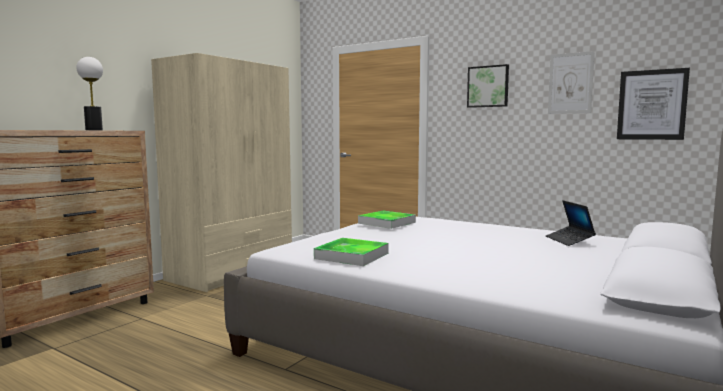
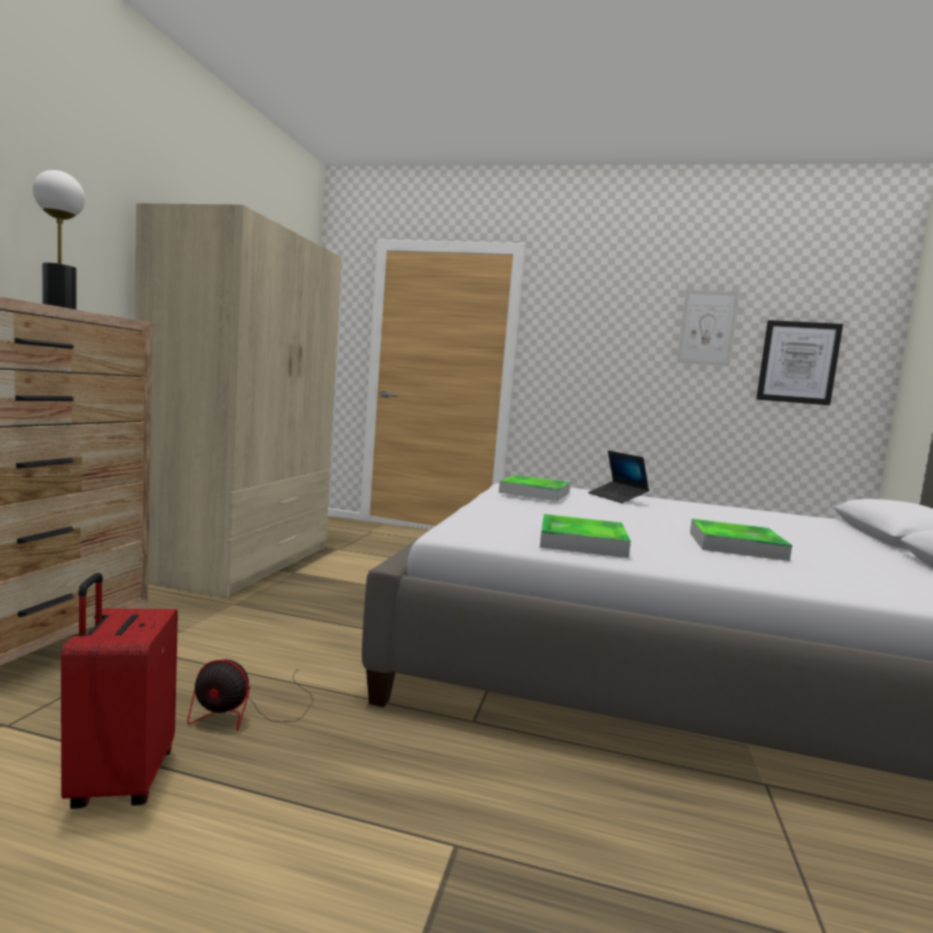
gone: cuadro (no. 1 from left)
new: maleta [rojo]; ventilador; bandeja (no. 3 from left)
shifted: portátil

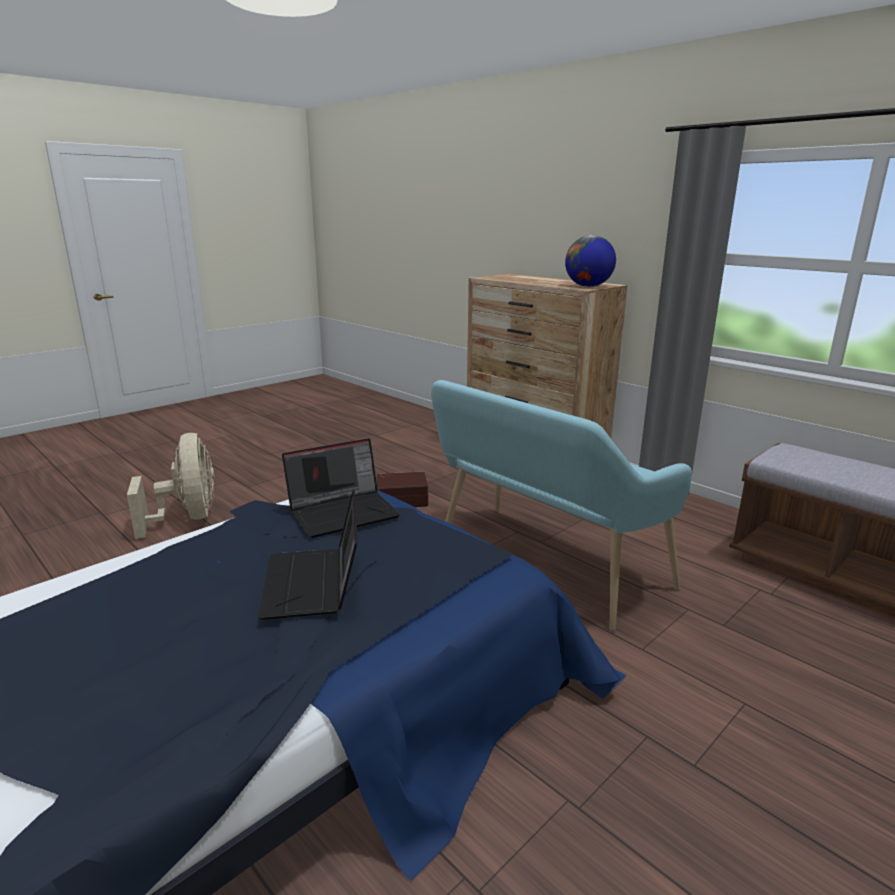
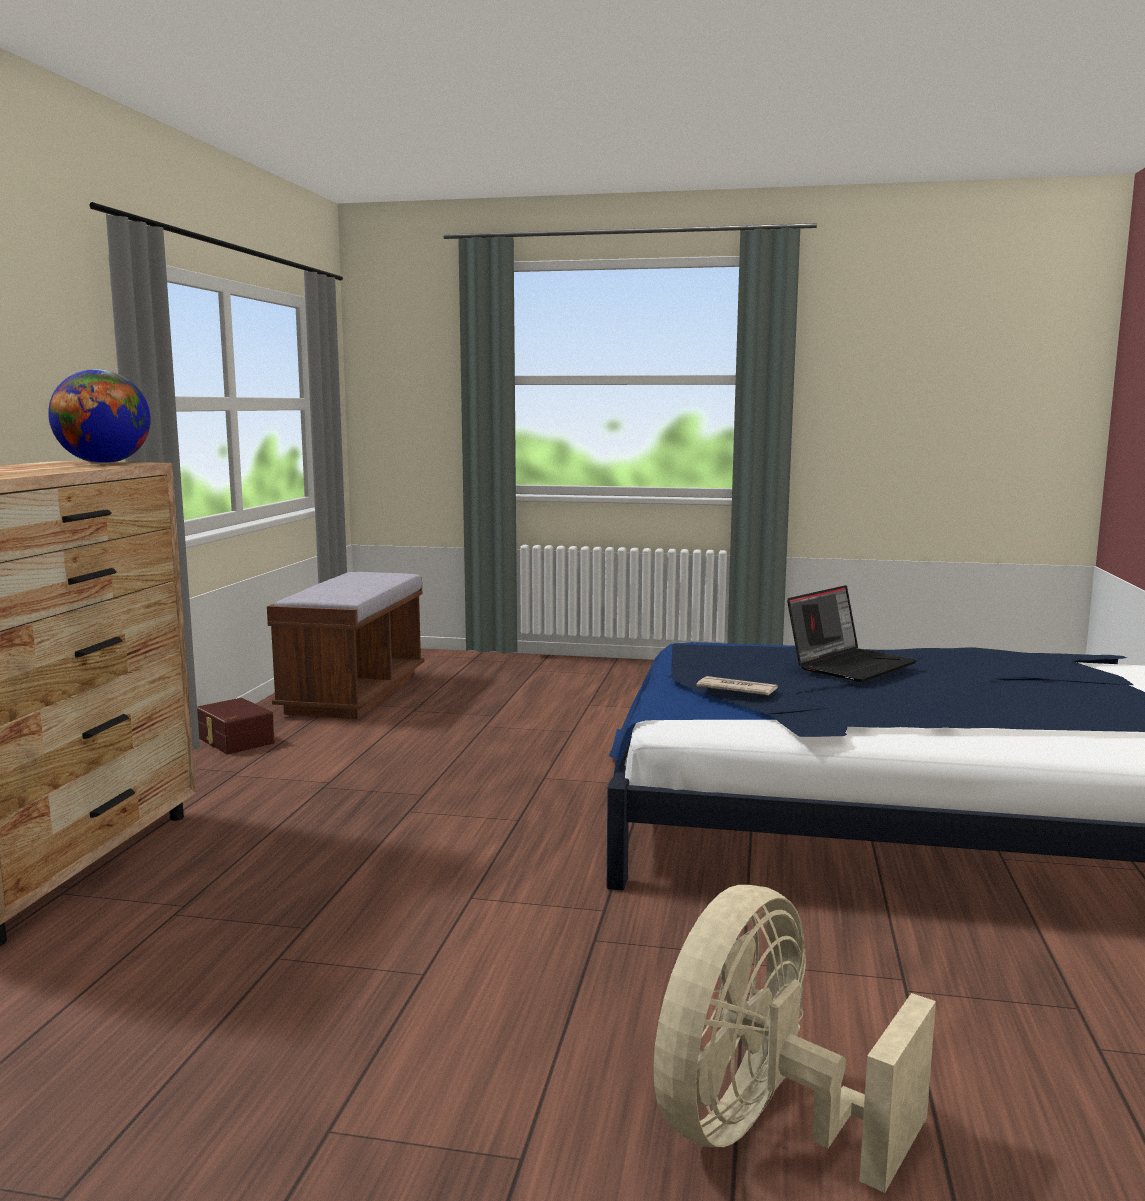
gone: banco [turquesa]
shifted: caja de almacenaje [marrón]
swapped: portátil (no. 2 from left) to periódico

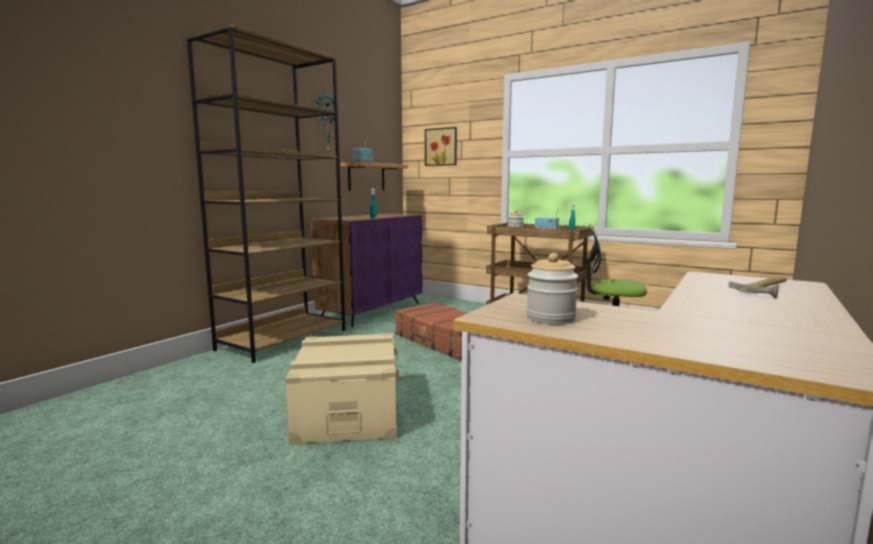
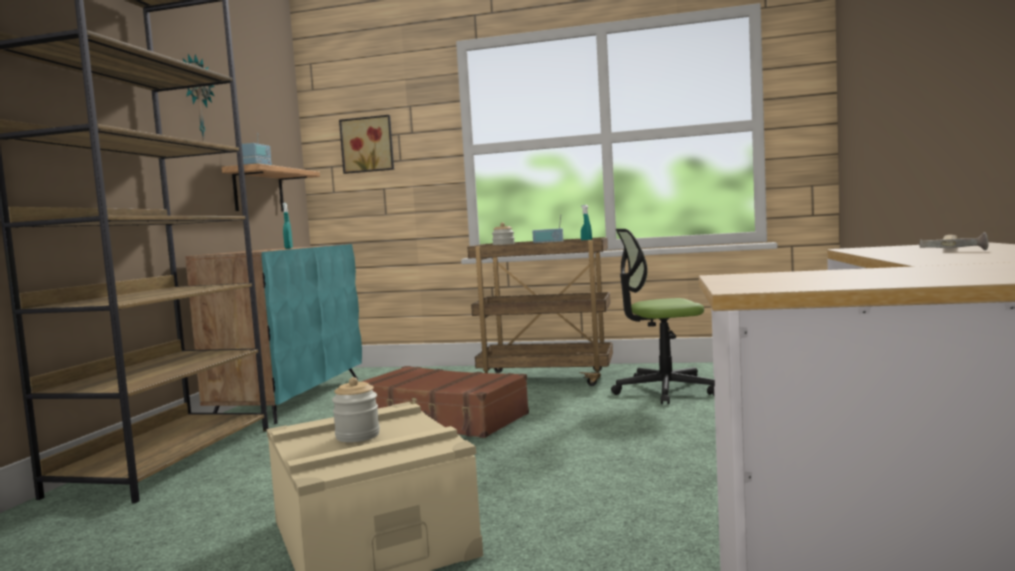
shifted: tarro (no. 2 from left in the first image) to tarro (no. 1 from left)
repainted: armario [morado] to armario [turquesa]

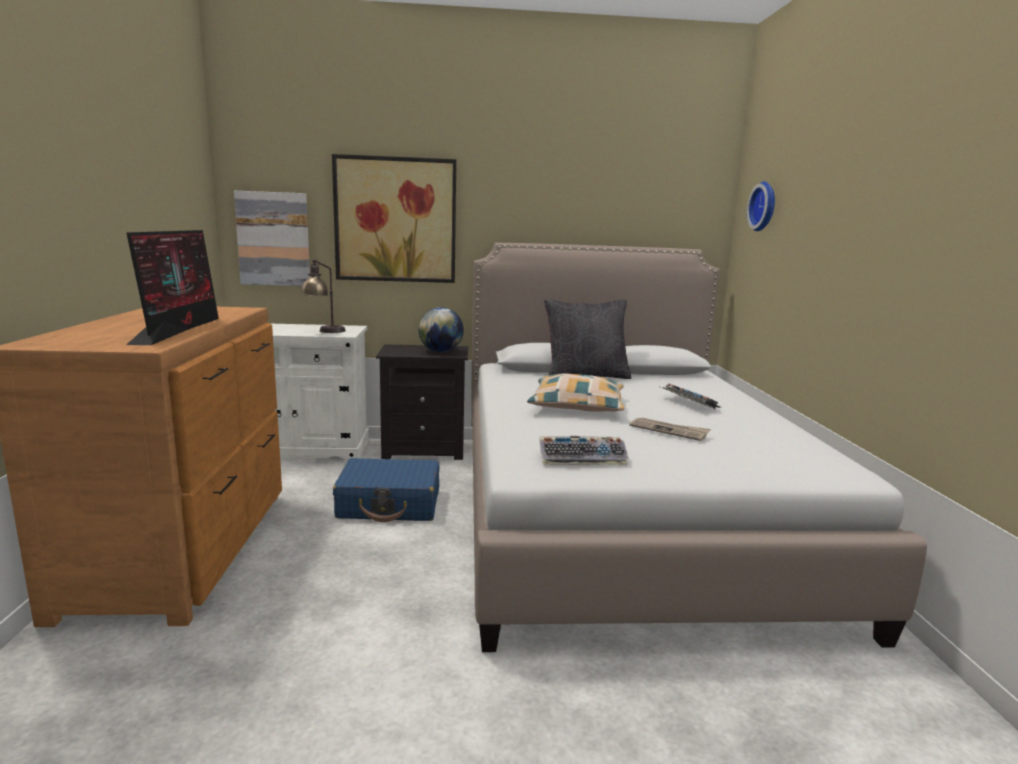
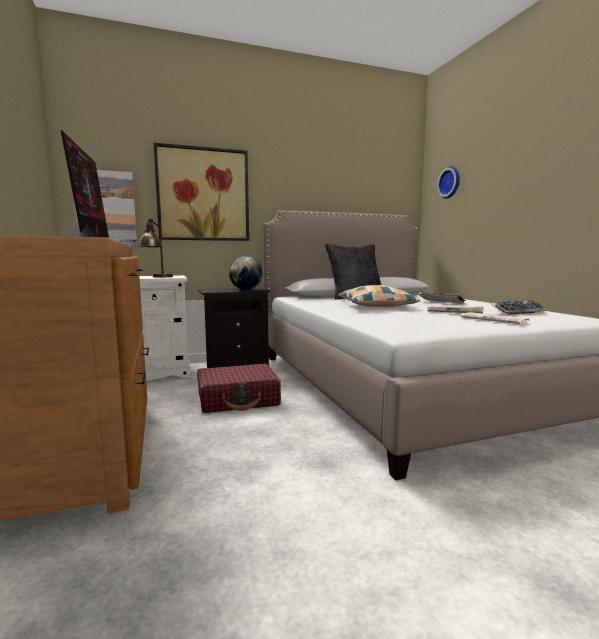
new: periódico (no. 2 from left)
shifted: teclado (no. 1 from left in the first image) to teclado (no. 2 from left)
repainted: maleta [azul] to maleta [rojo]

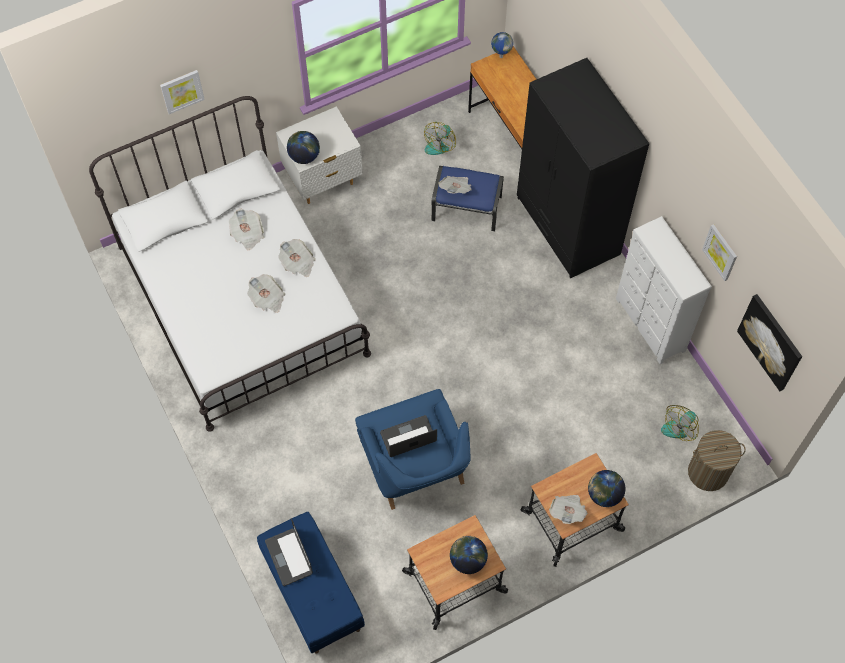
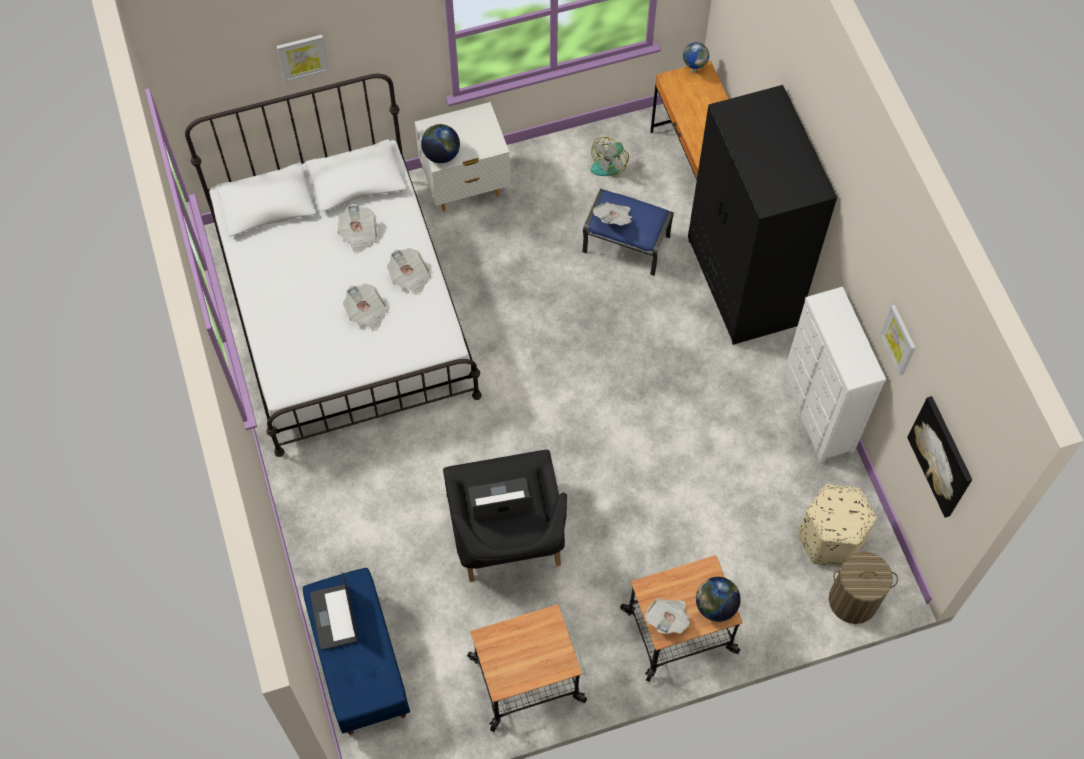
gone: globo terráqueo (no. 2 from left)
swapped: ventilador (no. 2 from left) to puf [beis]
repainted: sillón [azul] to sillón [negro]

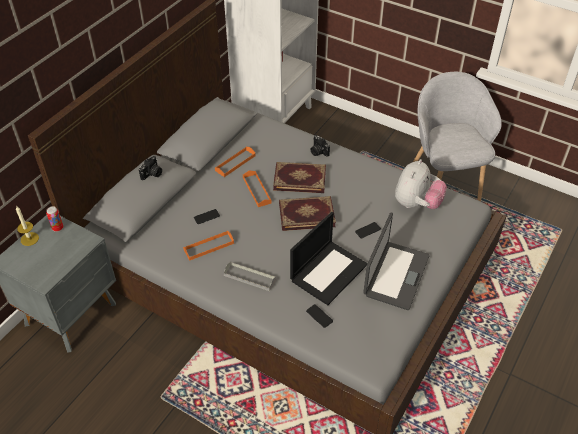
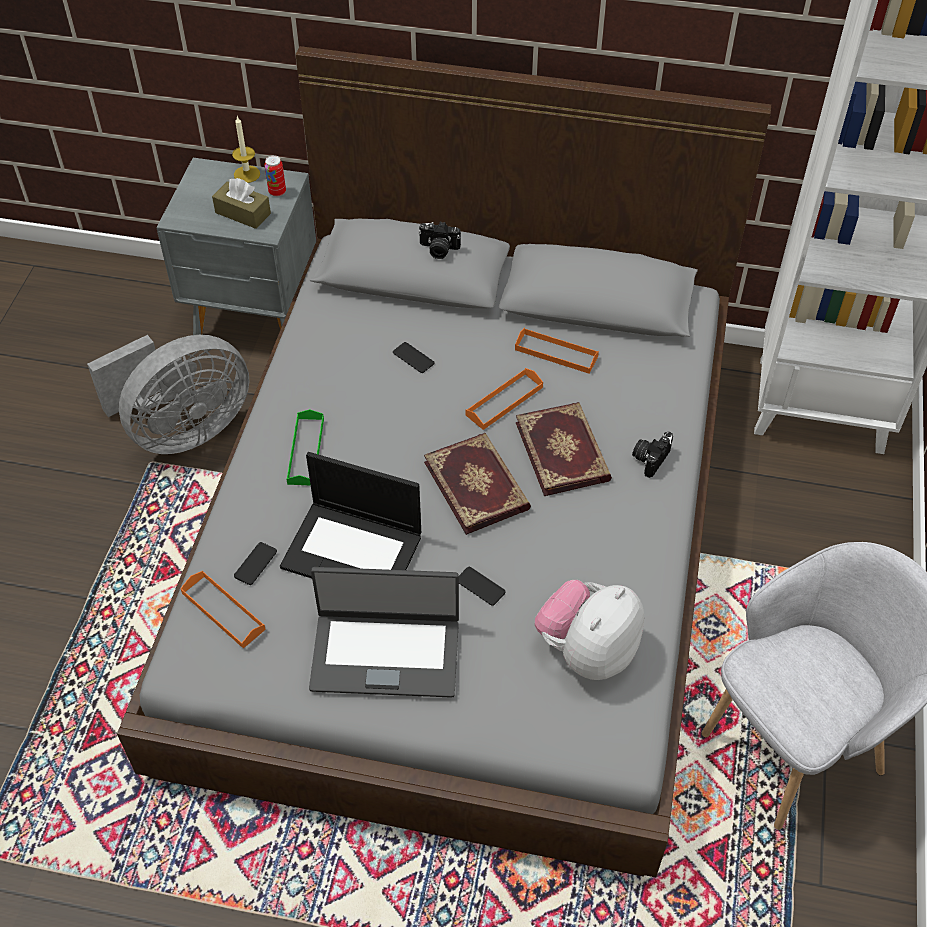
new: ventilador [gris]; caja de pañuelos [marrón]
shifted: bandeja [naranja] (no. 1 from left)
repainted: bandeja [gris] to bandeja [verde]
rotated: peluche 120 degrees clockwise

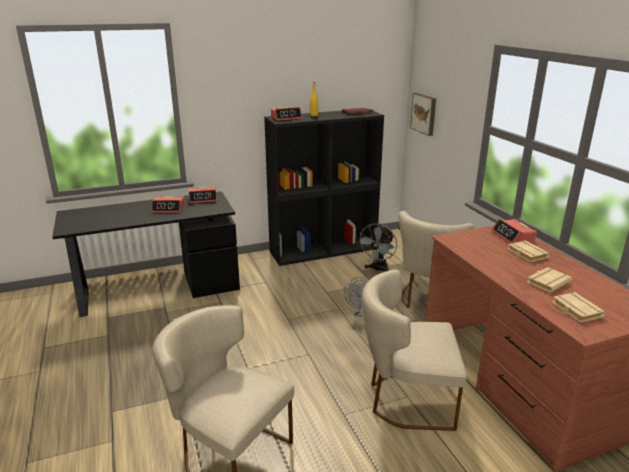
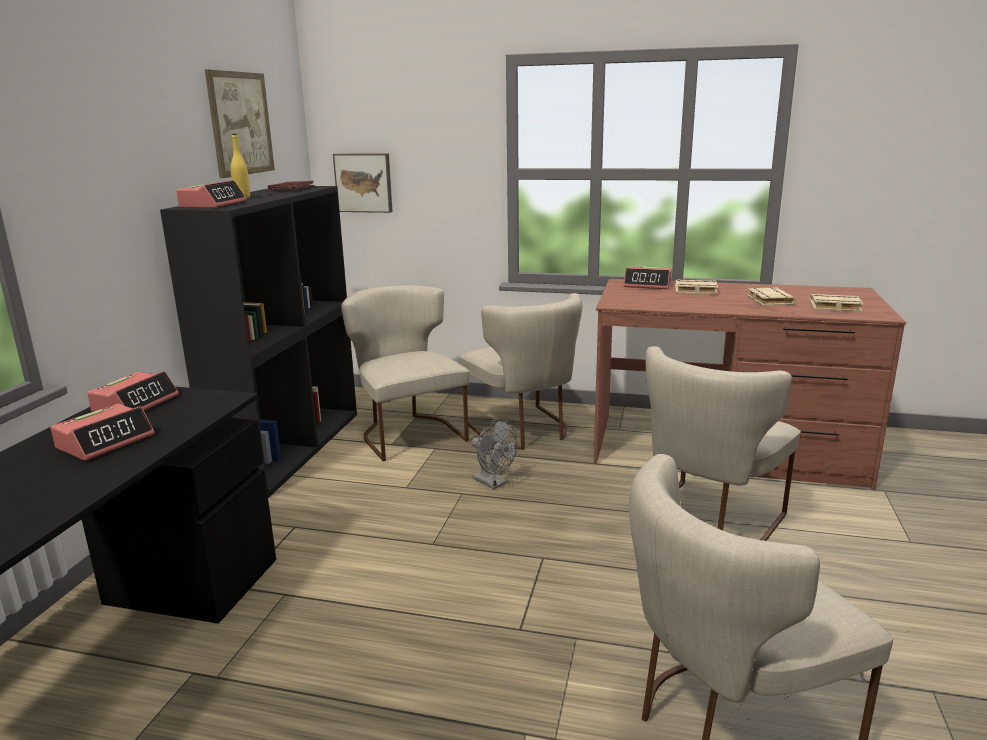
new: cuadro (no. 1 from left)
swapped: ventilador [gris] (no. 2 from left) to silla [beis] (no. 1 from left)

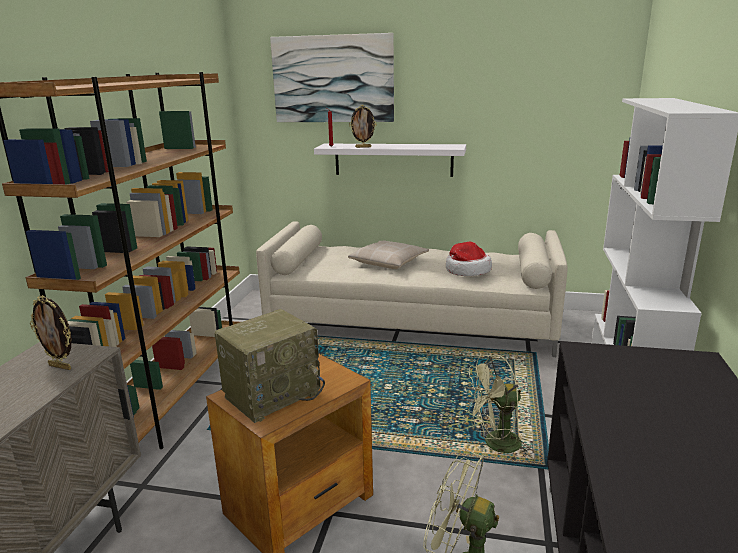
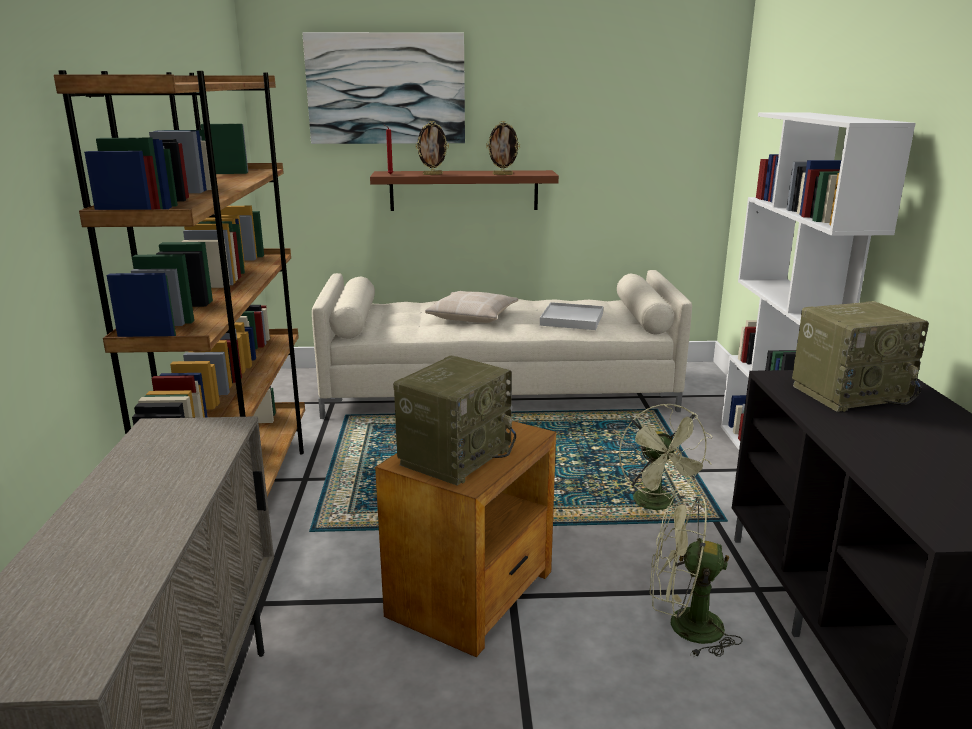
new: radio (no. 2 from left)
shifted: portarretratos (no. 1 from left in the first image) to portarretratos (no. 2 from left)
swapped: sombrero to bandeja [blanco]
repainted: estante [blanco] to estante [marrón]
rotated: ventilador [verde] (no. 2 from left in the first image) 75 degrees counterclockwise

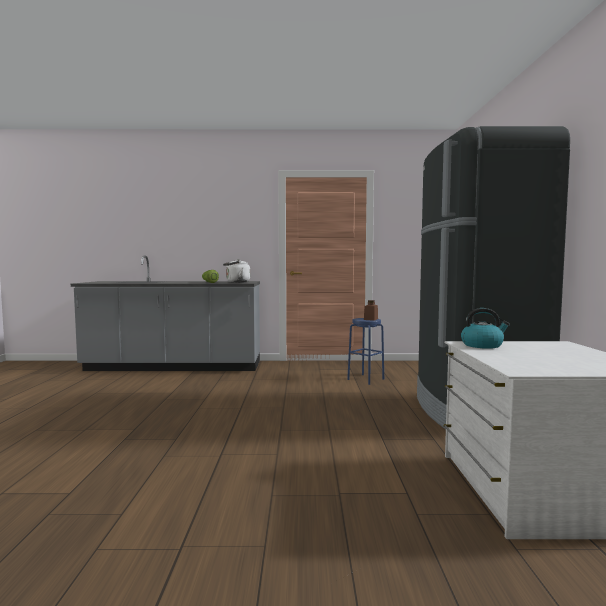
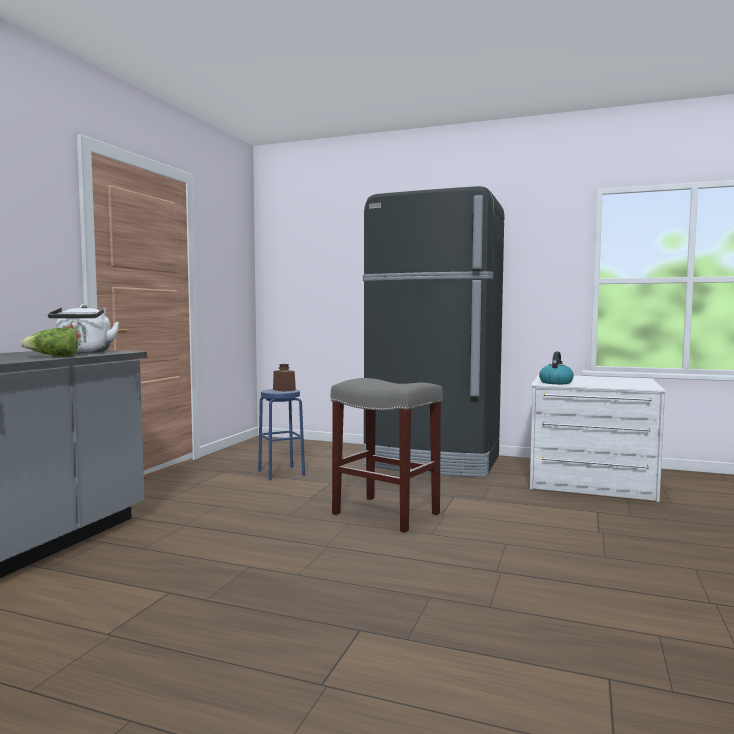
new: taburete [gris]

